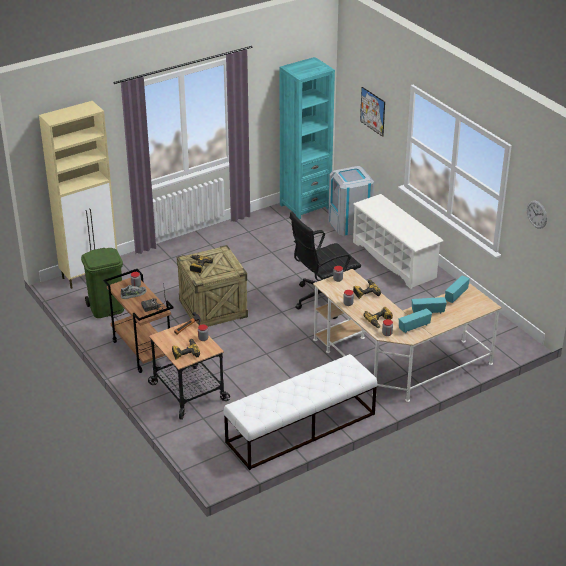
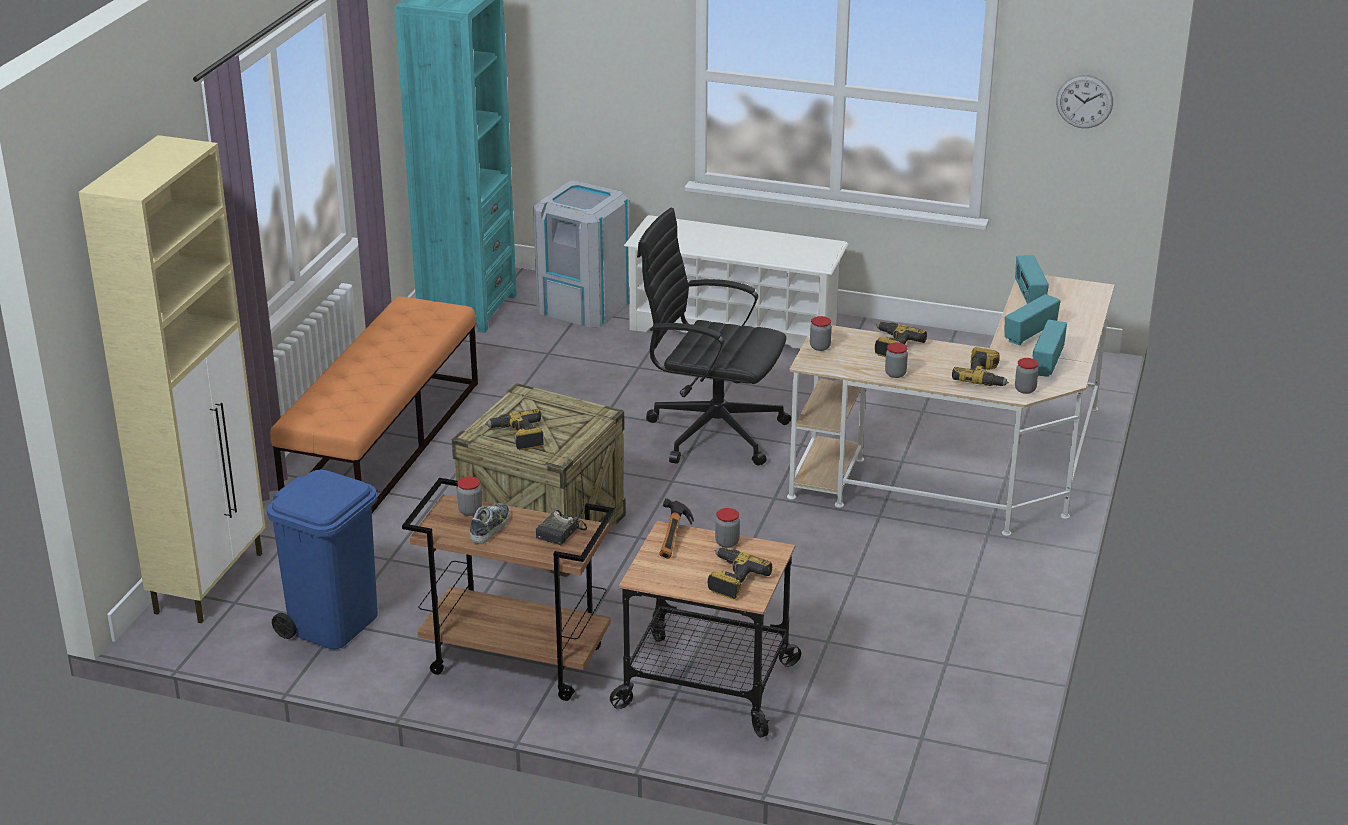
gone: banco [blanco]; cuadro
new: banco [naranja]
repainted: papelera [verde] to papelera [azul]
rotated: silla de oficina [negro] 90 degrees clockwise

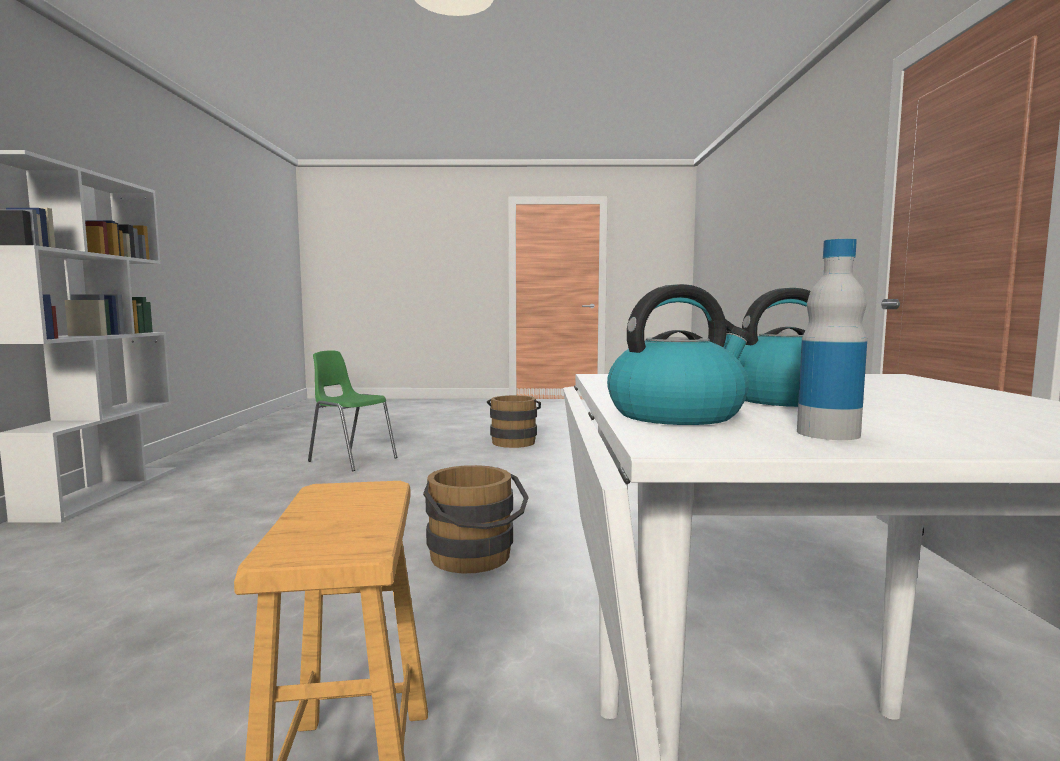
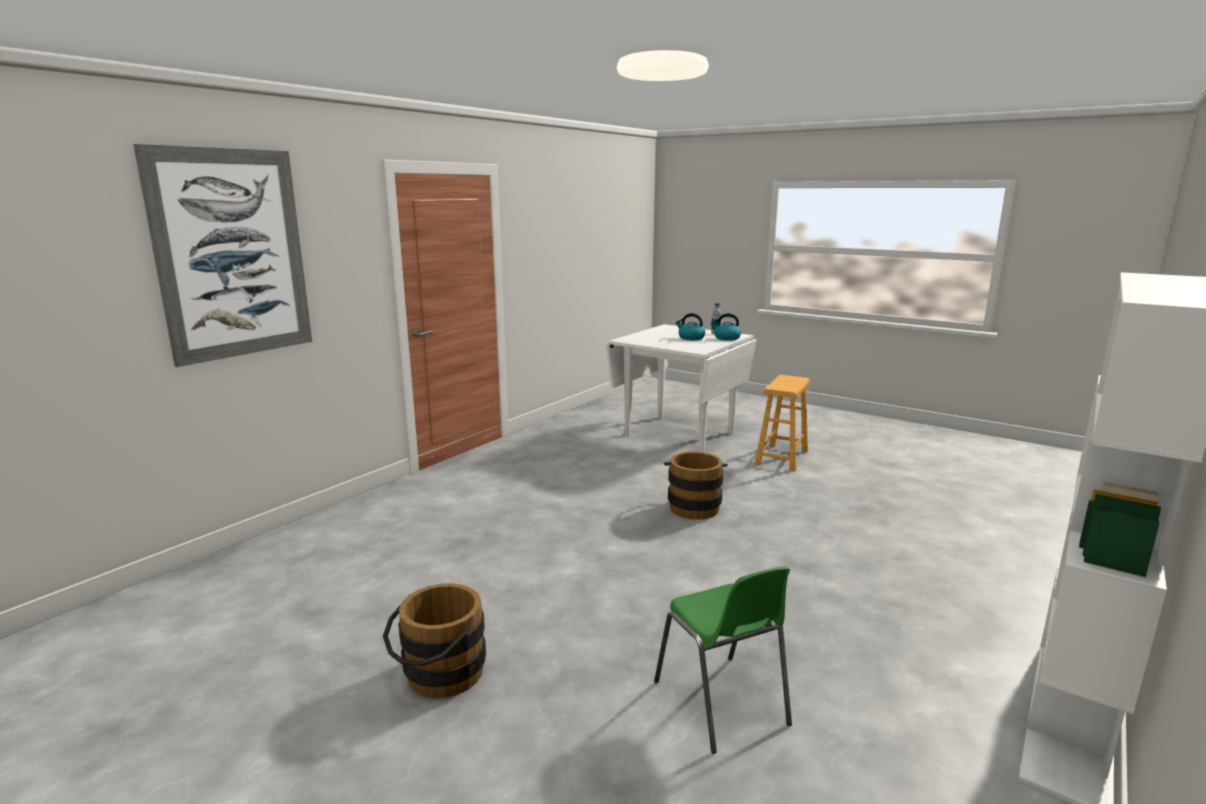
new: cuadro

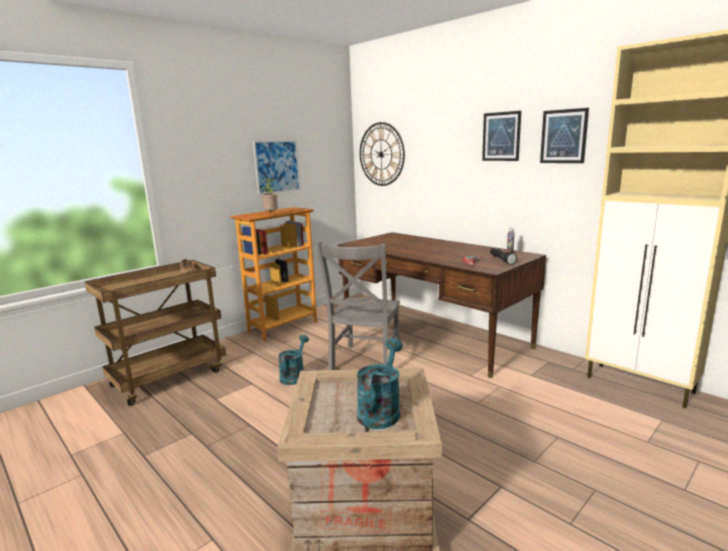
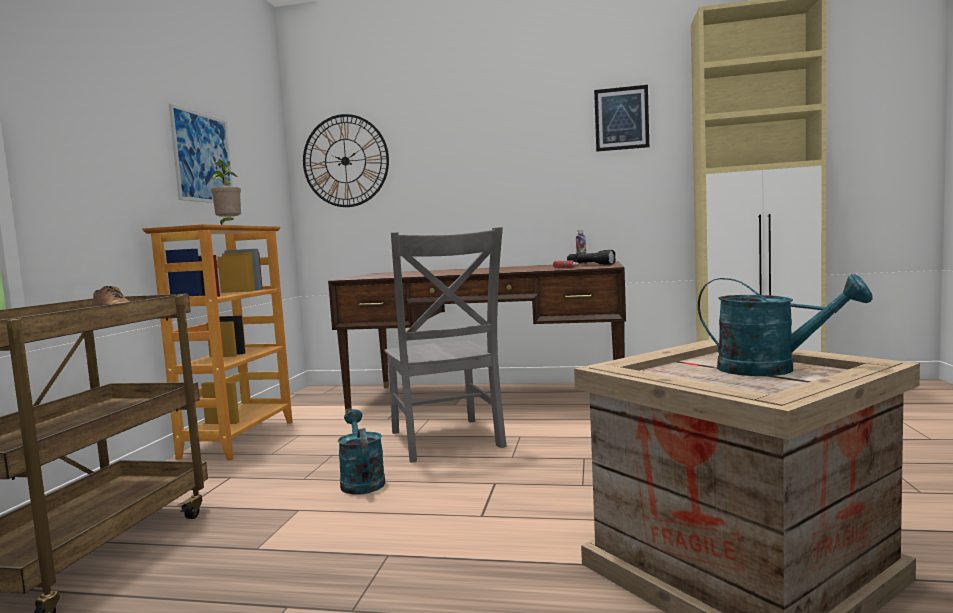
gone: cuadro (no. 2 from left)
rotated: regadera [turquesa] (no. 2 from left) 135 degrees clockwise

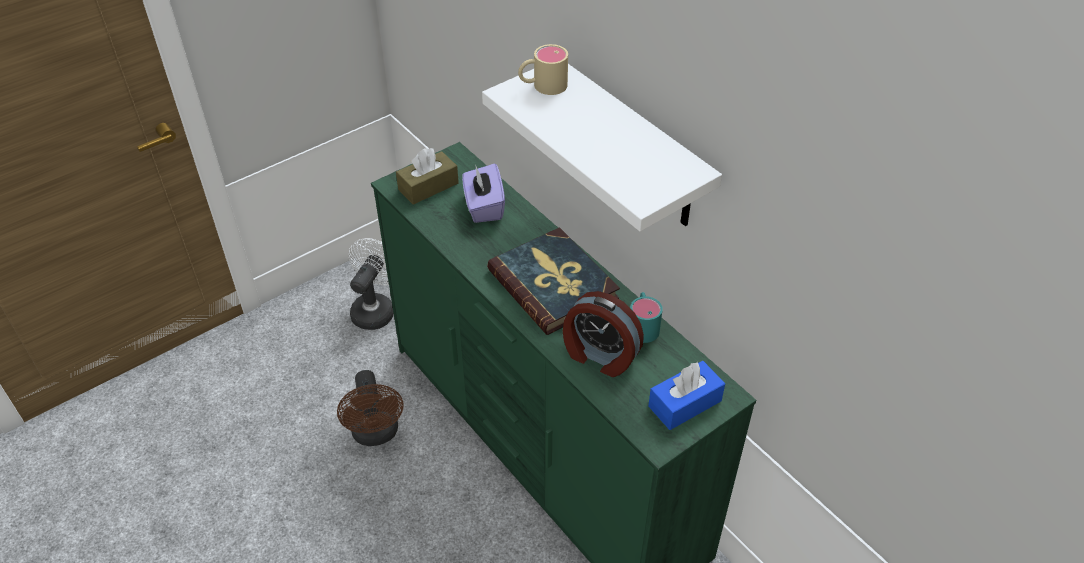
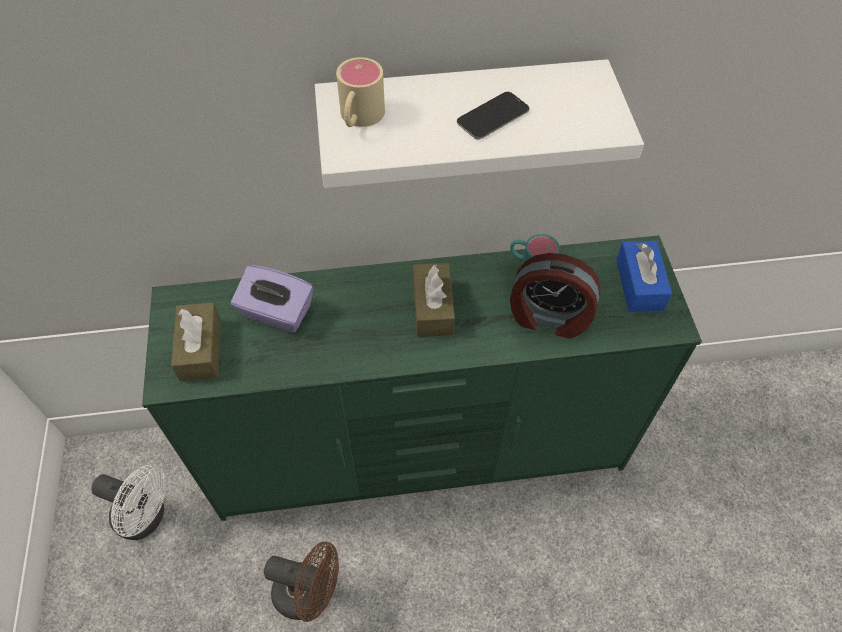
new: móvil
swapped: libro to caja de pañuelos [marrón] (no. 2 from left)
rotated: ventilador [blanco] 150 degrees clockwise; despertador 45 degrees clockwise

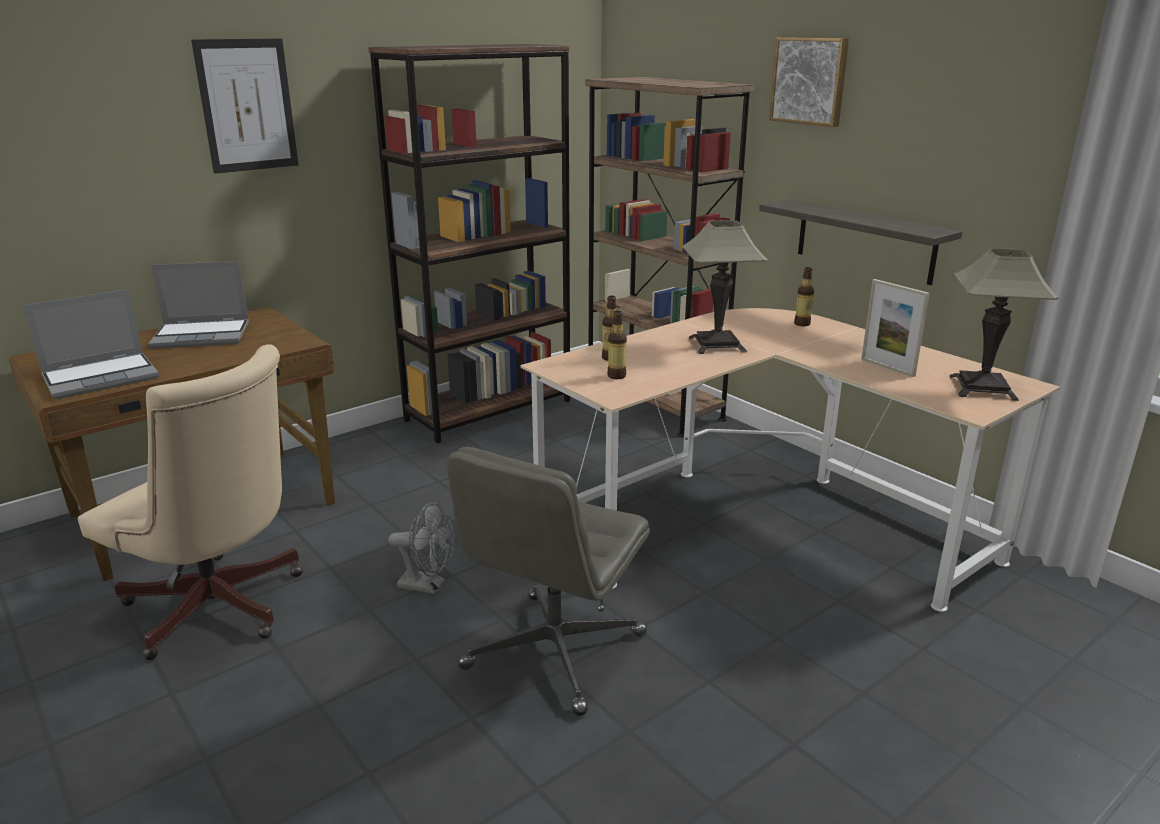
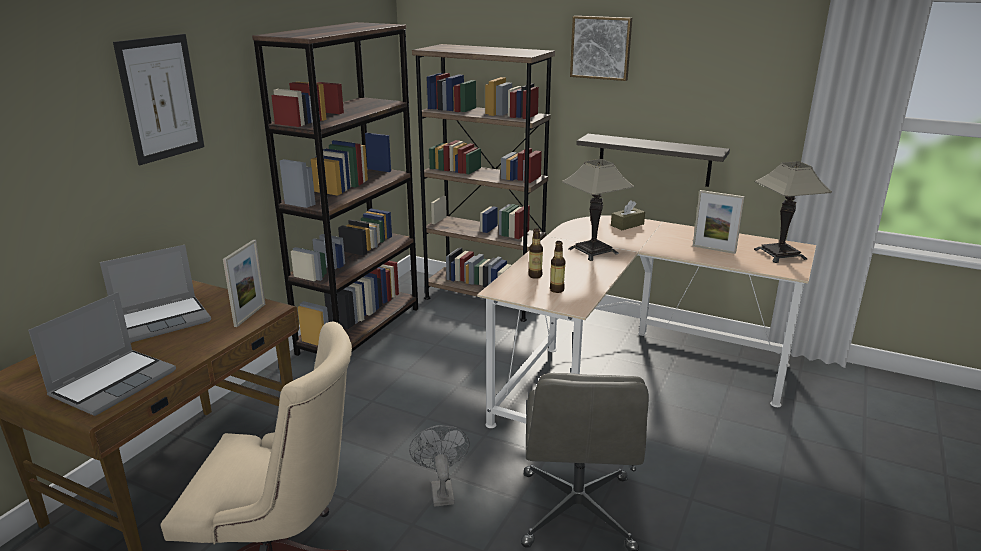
new: portarretratos (no. 1 from left)
swapped: botella (no. 3 from left) to caja de pañuelos [marrón]
rotated: ventilador [gris] 90 degrees counterclockwise

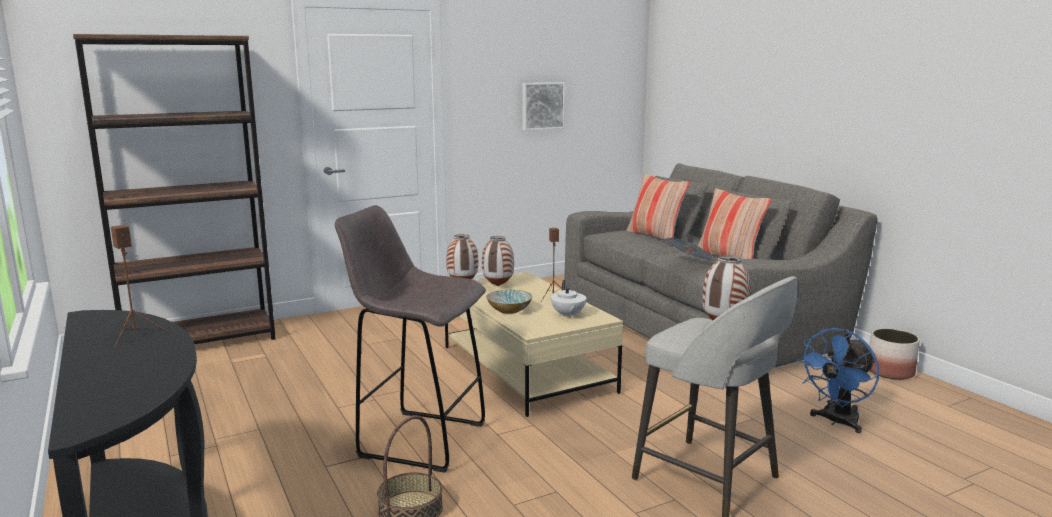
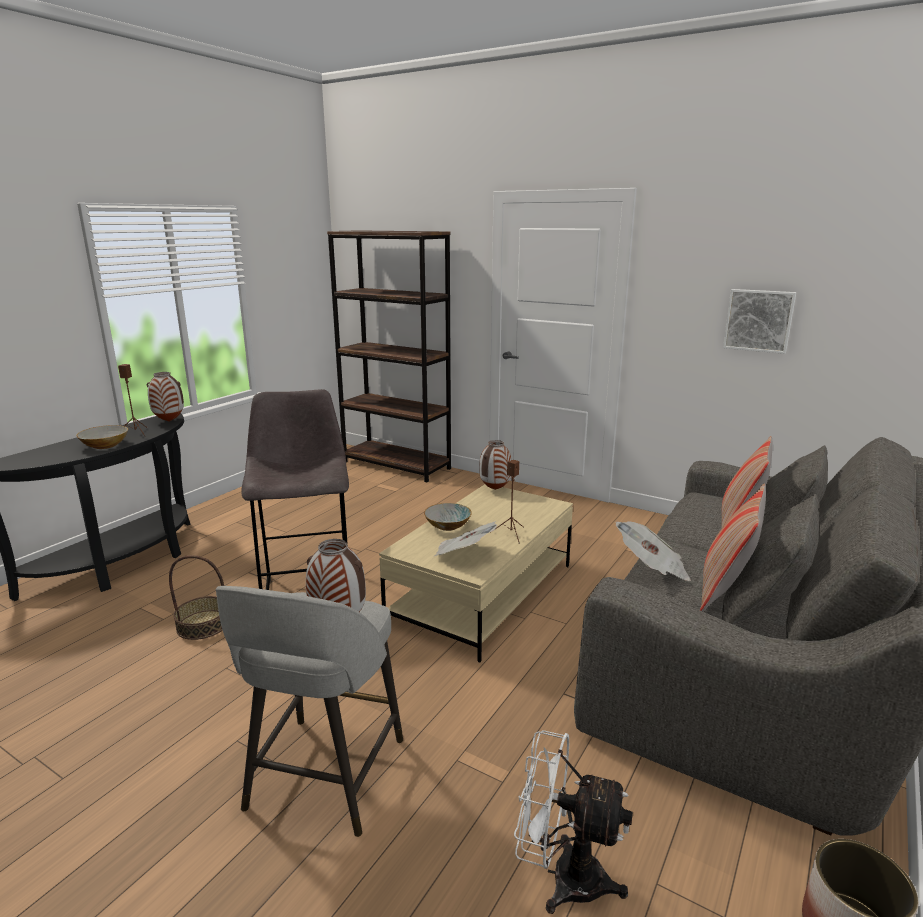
new: cuenco (no. 1 from left)
shifted: florero (no. 2 from left in the first image) to florero (no. 1 from left)
swapped: tetera [blanco] to periódico (no. 1 from left)
repainted: ventilador [azul] to ventilador [blanco]

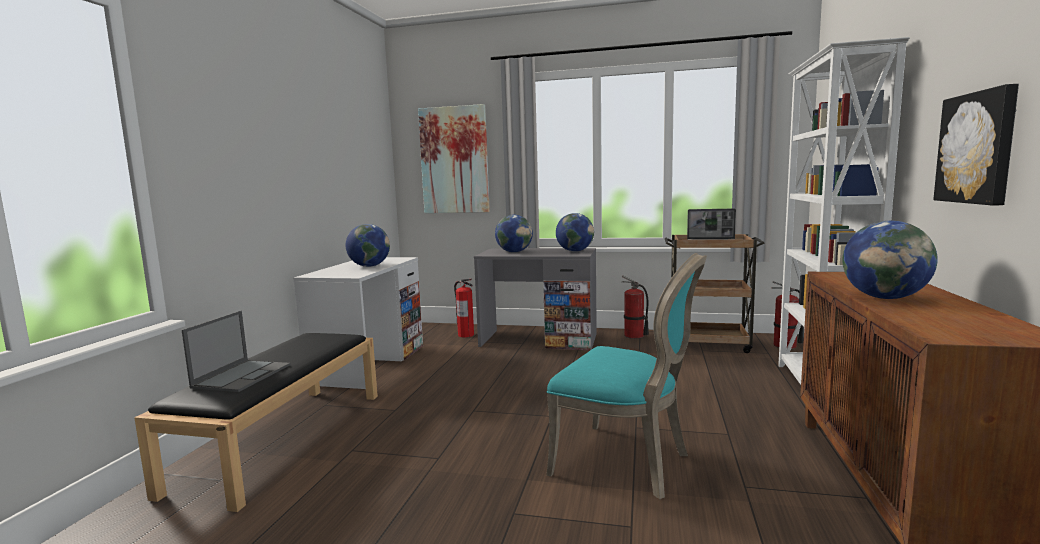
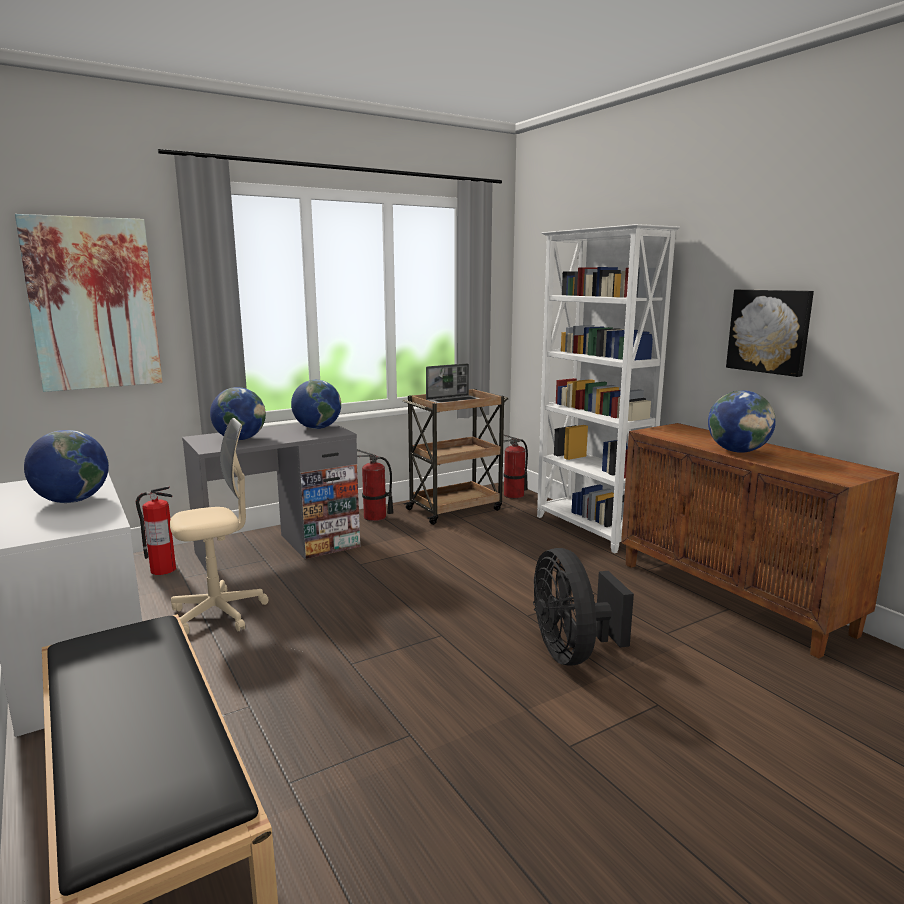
gone: portátil (no. 1 from left)
new: silla de oficina [beis]
swapped: silla [turquesa] to ventilador [negro]

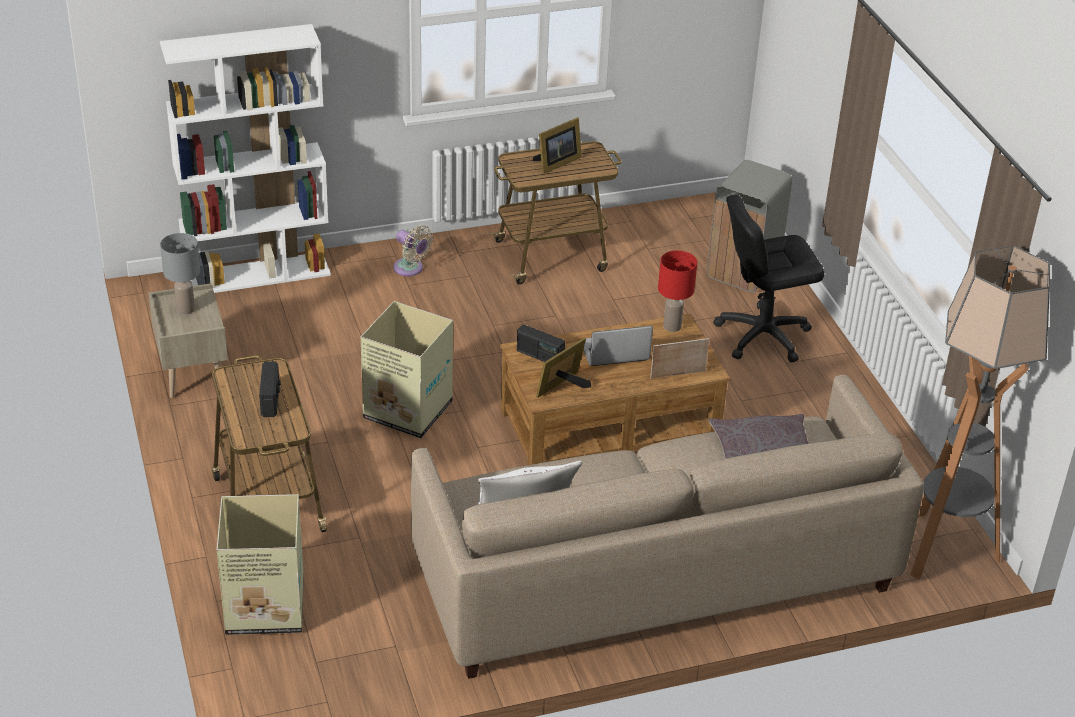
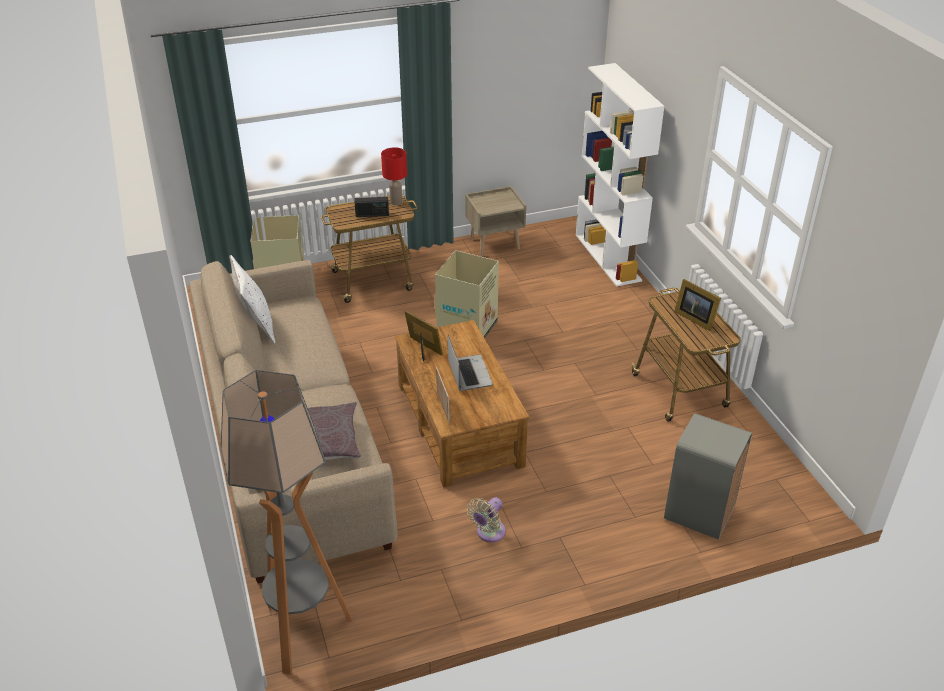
gone: lámpara de mesa [gris]; radio (no. 2 from left); silla de oficina [negro]
shifted: lámpara de mesa [rojo]; ventilador [beis]

